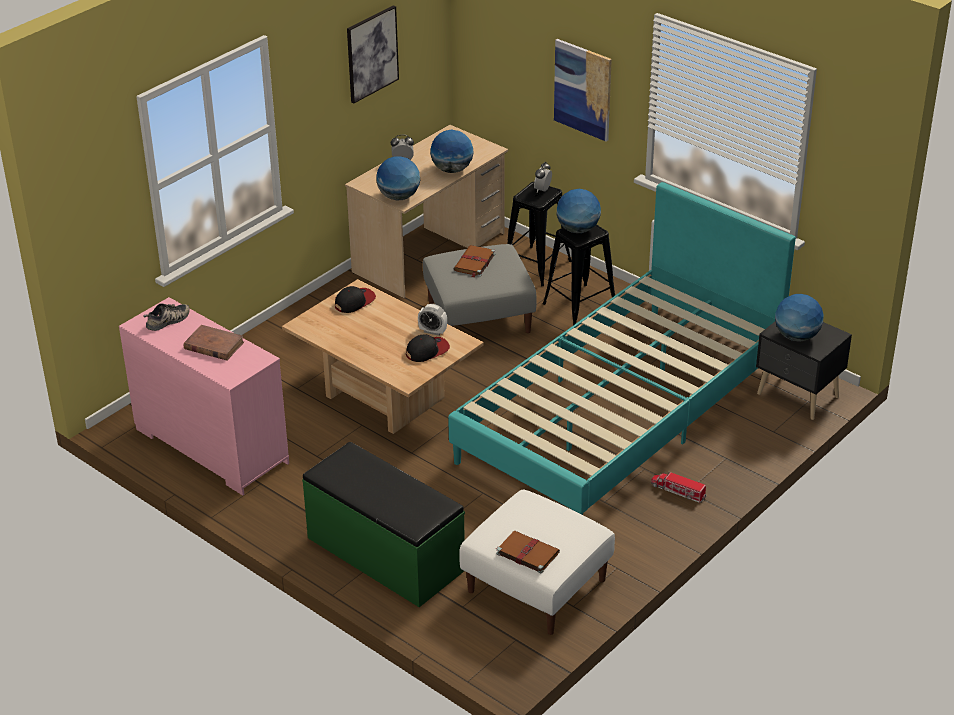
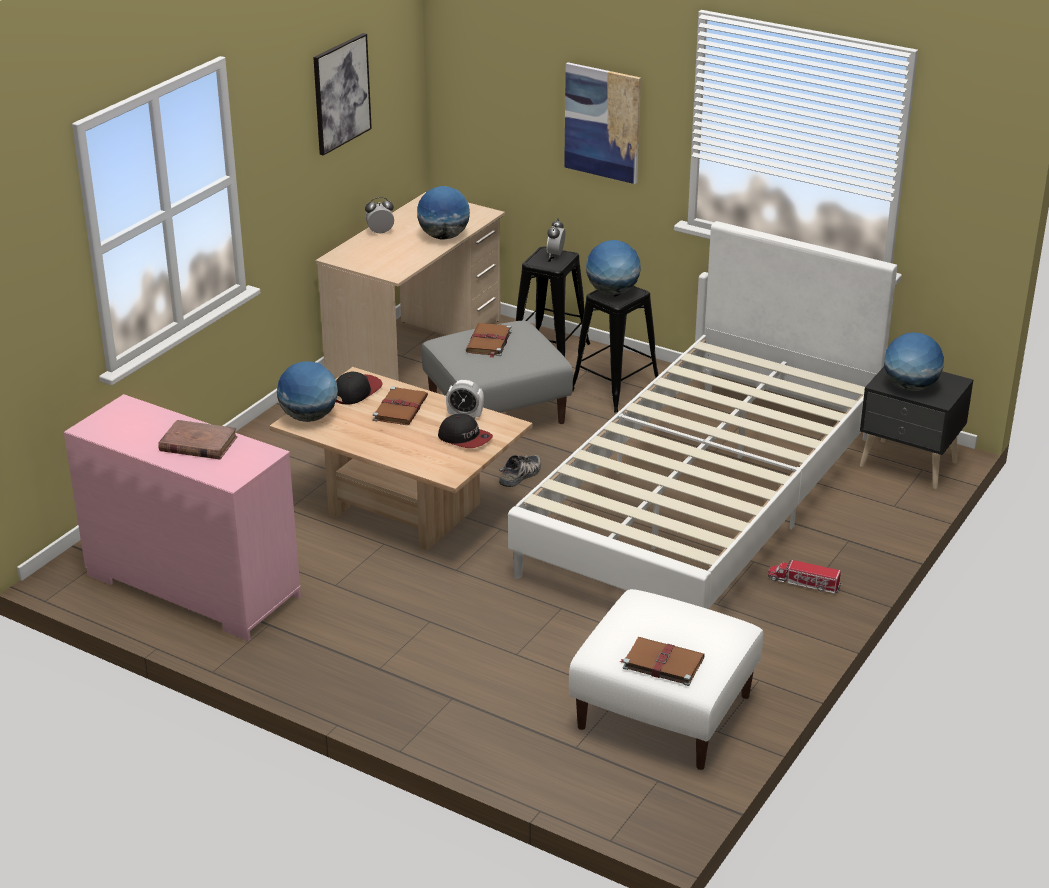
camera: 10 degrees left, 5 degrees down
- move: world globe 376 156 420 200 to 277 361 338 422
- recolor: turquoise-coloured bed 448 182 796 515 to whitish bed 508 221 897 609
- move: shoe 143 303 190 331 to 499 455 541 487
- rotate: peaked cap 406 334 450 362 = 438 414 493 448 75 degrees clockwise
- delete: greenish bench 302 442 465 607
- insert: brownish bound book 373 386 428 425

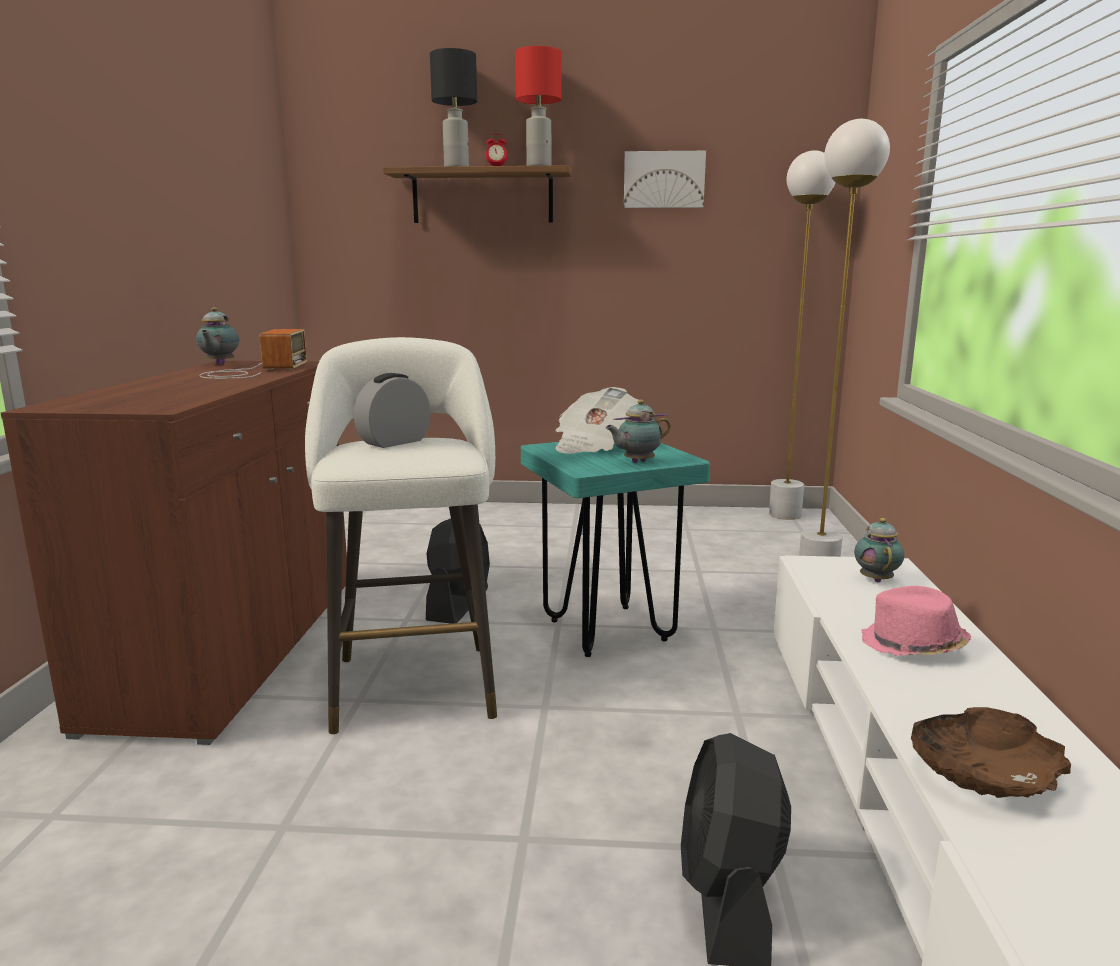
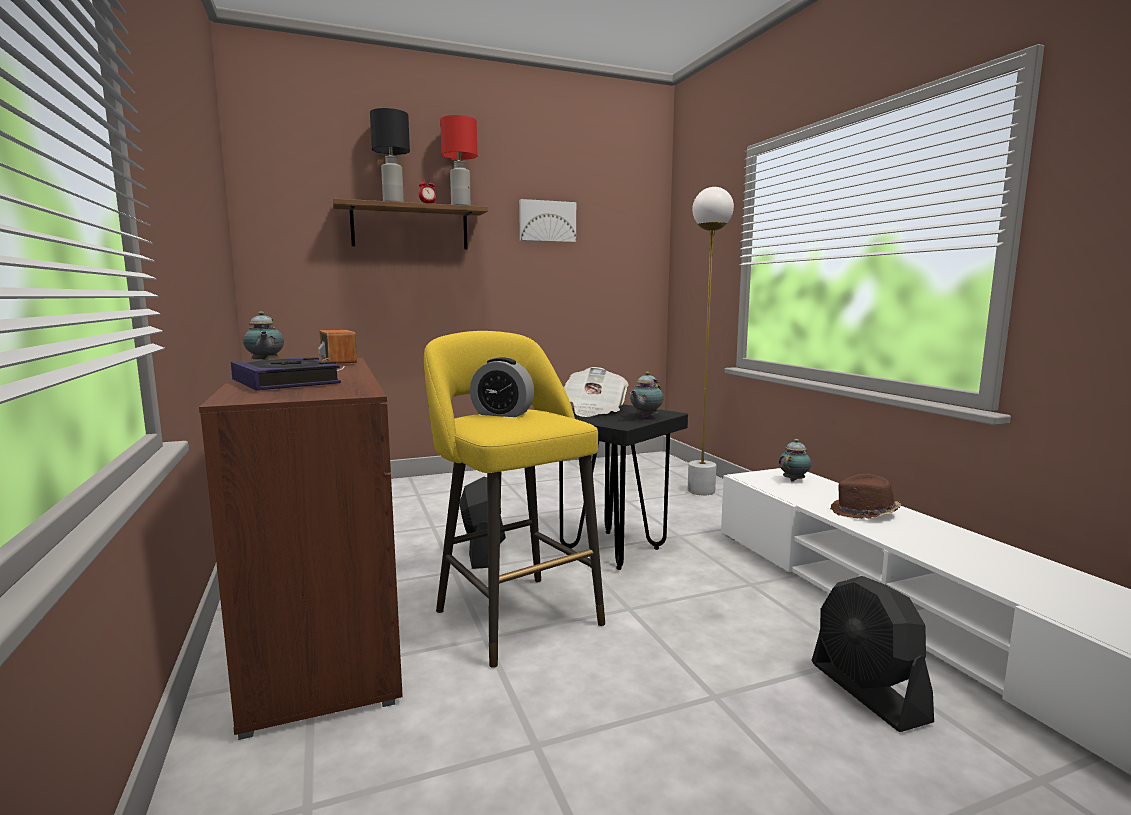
camera: 25 degrees left, 5 degrees down
- delete: whitish floor lamp 769 150 835 520
- recolor: whitish sitting stool 305 337 497 734 to yellow sitting stool 424 331 605 668
- rotate: bedside clock 354 373 431 448 = 470 357 534 417 90 degrees counterclockwise
- recolor: turquoise-coloured sitting stool 521 442 710 657 to blackish sitting stool 559 404 688 570
- rotate: teapot 854 518 904 582 = 779 439 811 482 60 degrees clockwise
- recolor: pinkish clothing hat 862 586 972 656 to brownish clothing hat 830 474 901 519
- delete: brownish bowl 911 707 1071 798
- insert: bound book 231 357 341 390

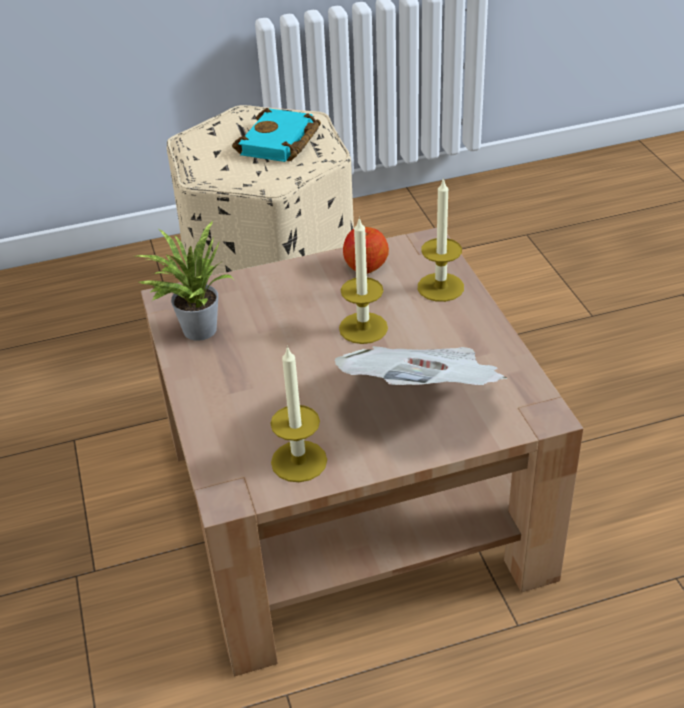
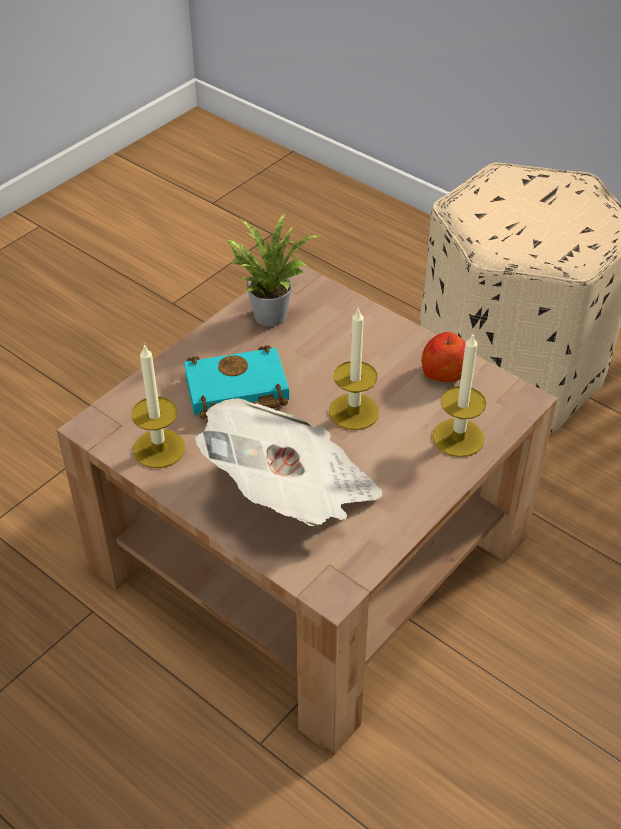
camera: 55 degrees right, 5 degrees up
- move: turquoise-coloured bound book 232 108 321 162 to 184 345 289 419

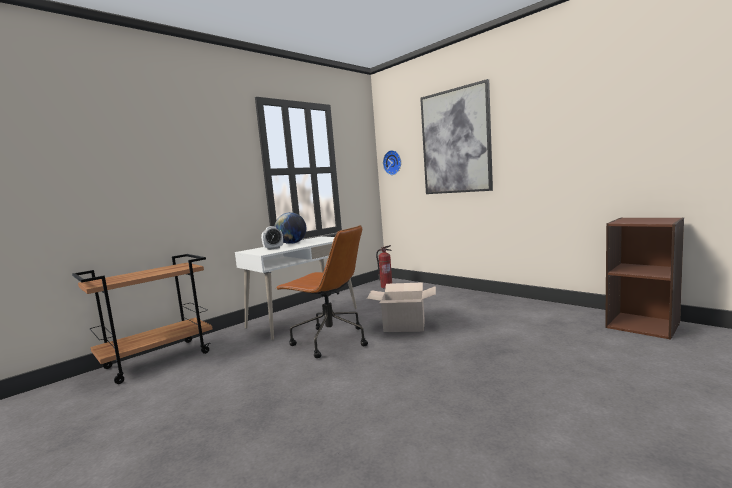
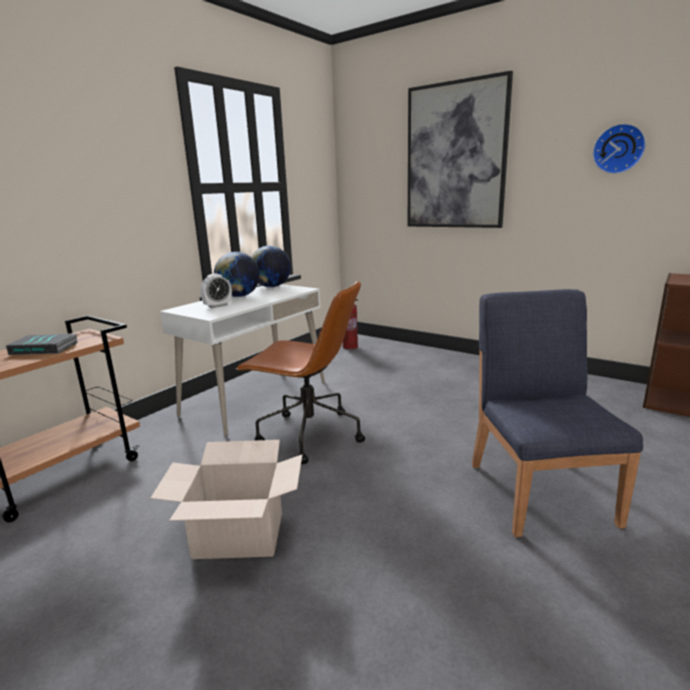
camera: 10 degrees left, 10 degrees up
- move: clock on the wall 383 150 401 175 to 593 123 646 174
- move: carton 367 282 436 332 to 150 440 302 559
- insert: world globe 251 246 291 287
- insert: blue upright chair 472 289 643 537
- insert: bound book 6 334 78 355

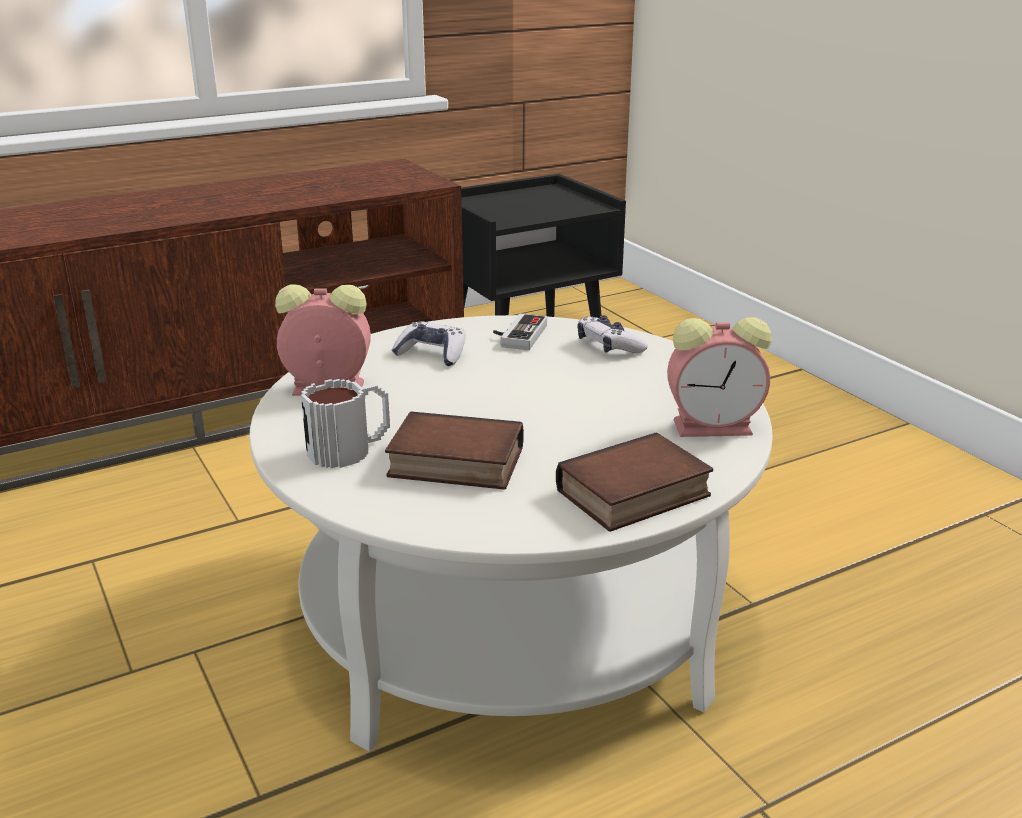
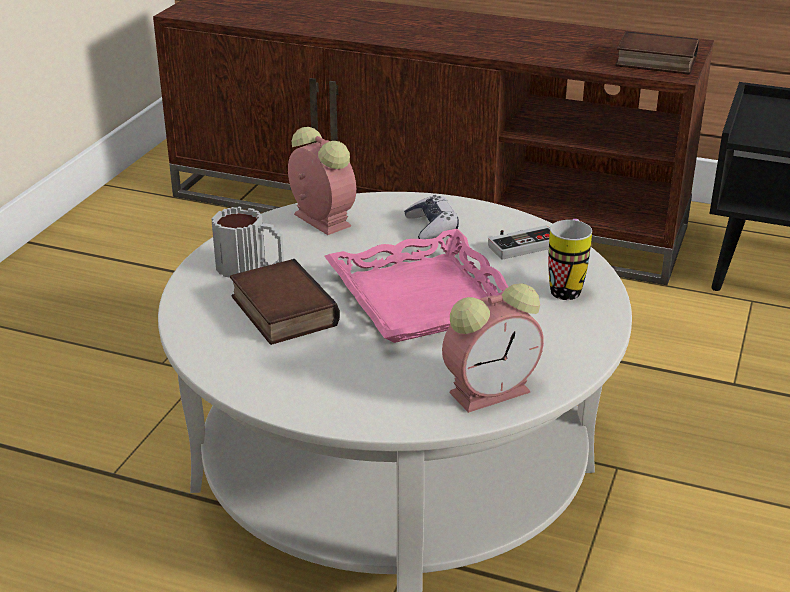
camera: 50 degrees right, 5 degrees up
- replace: gamepad 577 315 648 353 to tea mug 548 219 592 300
- rotate: bedside clock 667 317 772 437 = 442 283 544 413 75 degrees counterclockwise
- move: bound book 556 432 713 532 to 615 31 699 75
- insert: pinkish carrying tray 324 229 508 343

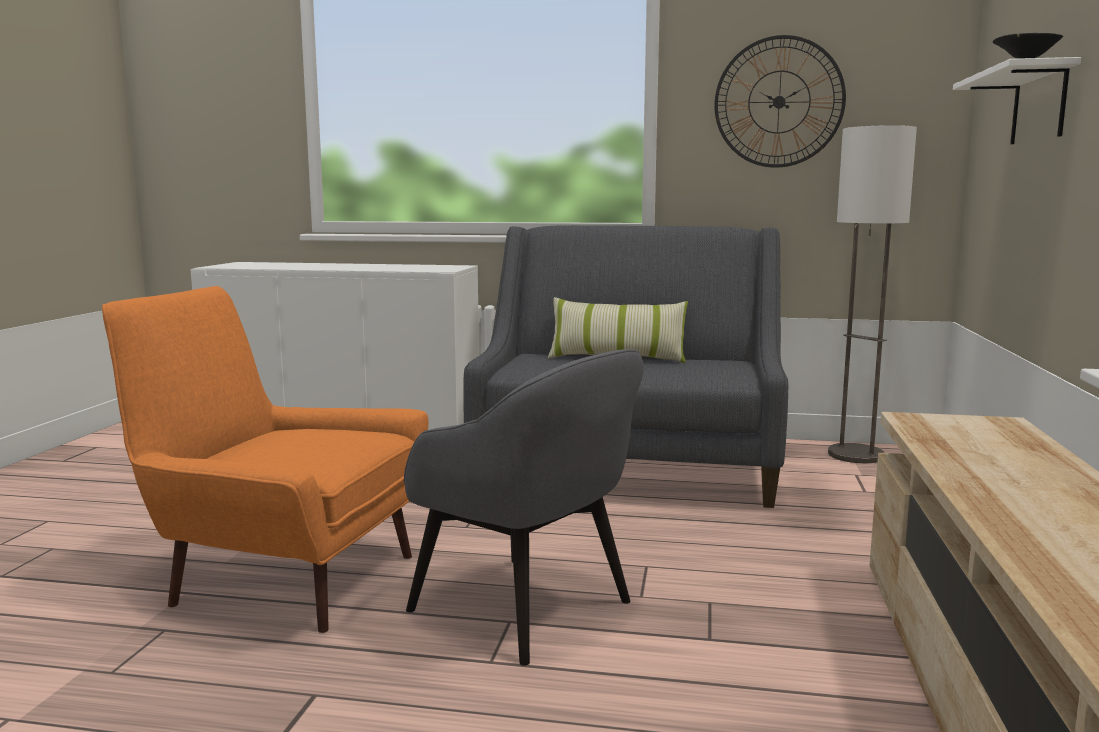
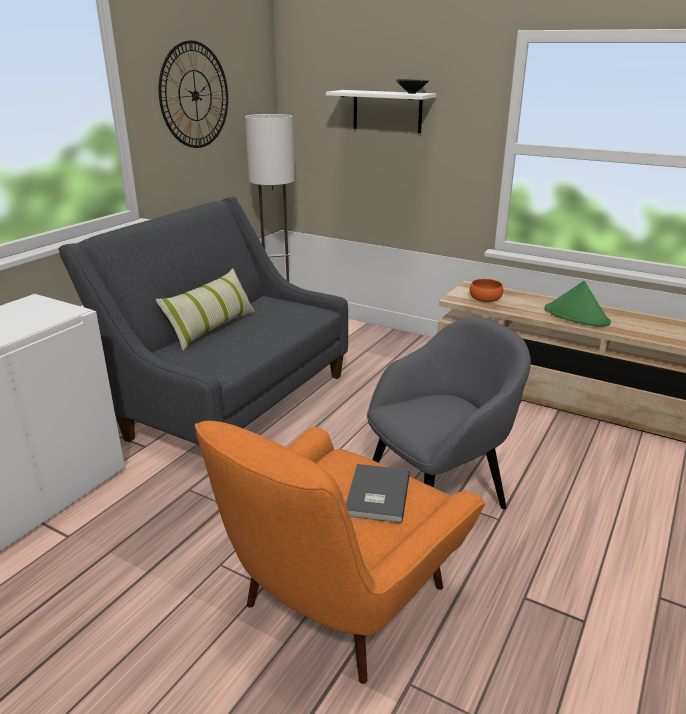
camera: 70 degrees left, 15 degrees up
- insert: orange-coloured bowl 469 279 503 302
- insert: greenish clothing hat 544 281 611 327
- insert: grey bound book 346 464 410 523

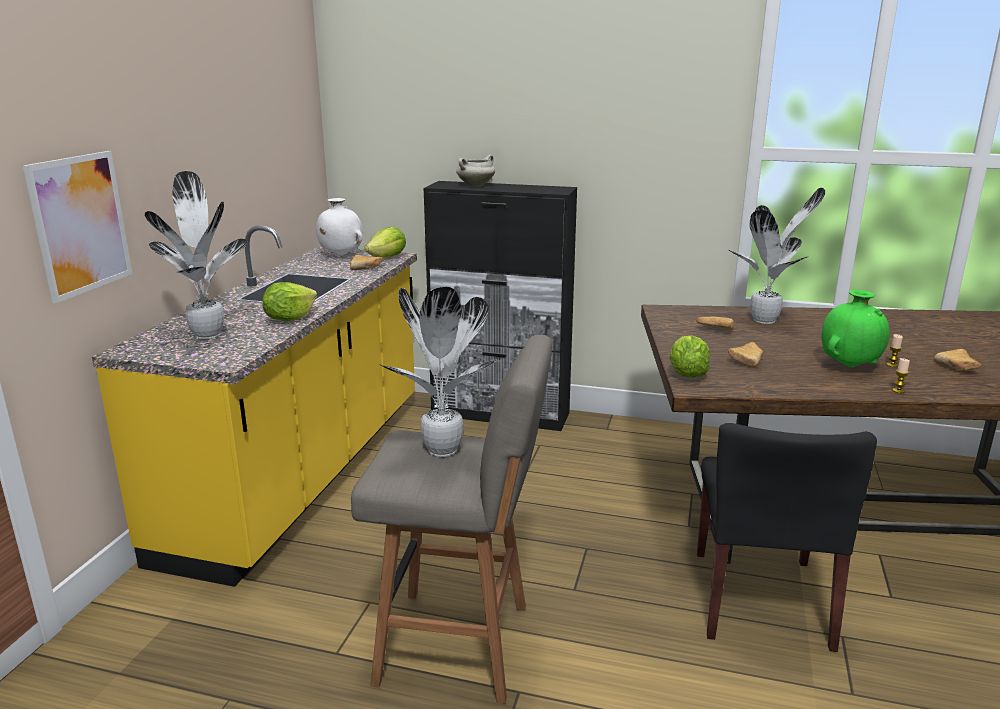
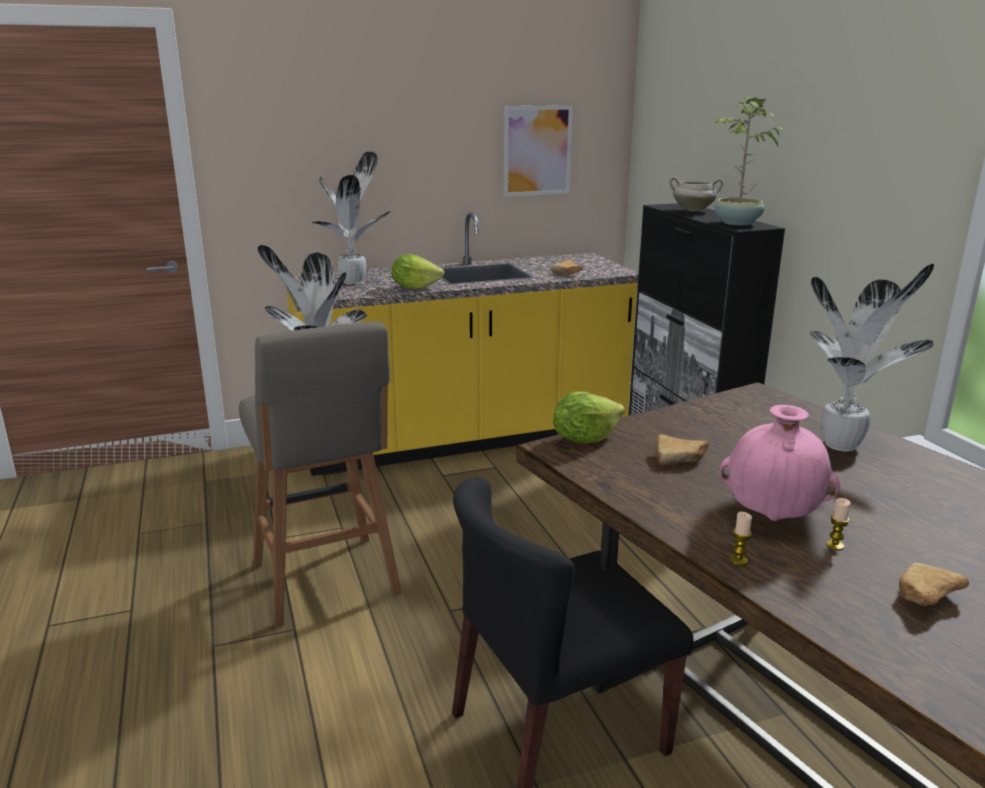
camera: 55 degrees right, 0 degrees up
- move: picture 23 151 133 303 to 504 105 573 197
- delete: whitish decorative vase 316 198 362 256
- delete: lettuce head 365 227 406 258
- recolor: greenish decorative vase 821 290 890 367 to pinkish decorative vase 719 405 840 521
- delete: baked bread 696 316 734 329
- insert: houseplant 714 97 783 225

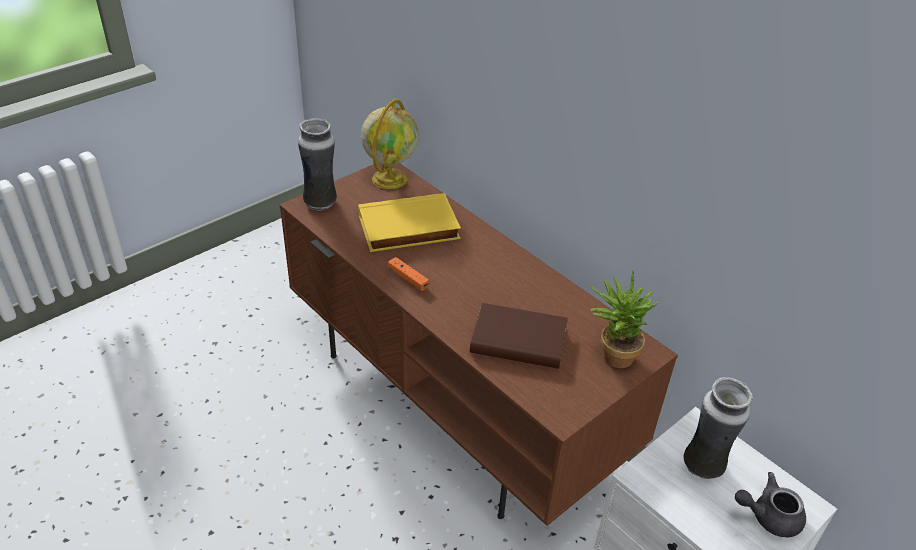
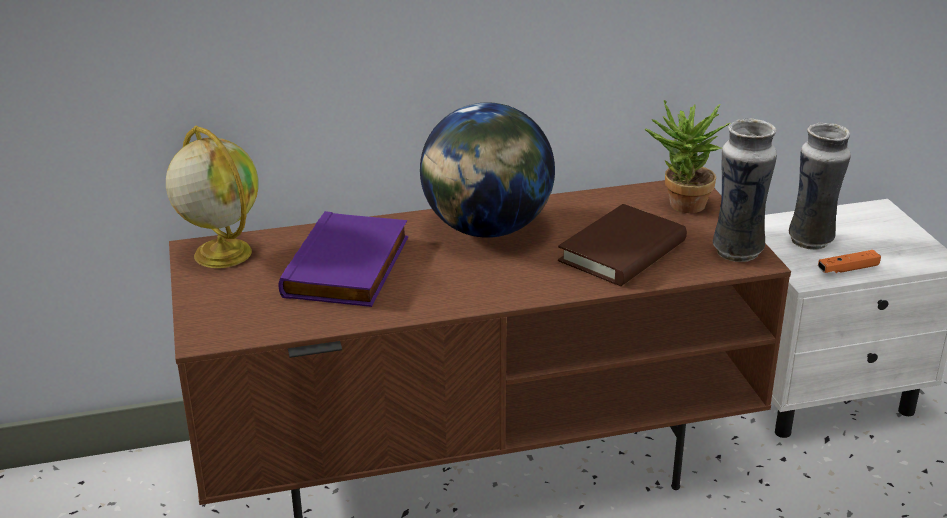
camera: 60 degrees left, 10 degrees down
- move: decorative vase 298 118 337 211 to 713 118 777 262
- recolor: yellow bound book 358 193 461 252 to purple bound book 278 211 408 307
- move: orange-coloured gamepad 388 257 429 291 to 818 250 881 273
- delete: grey teapot 735 472 806 537
- insert: world globe 420 102 555 238

